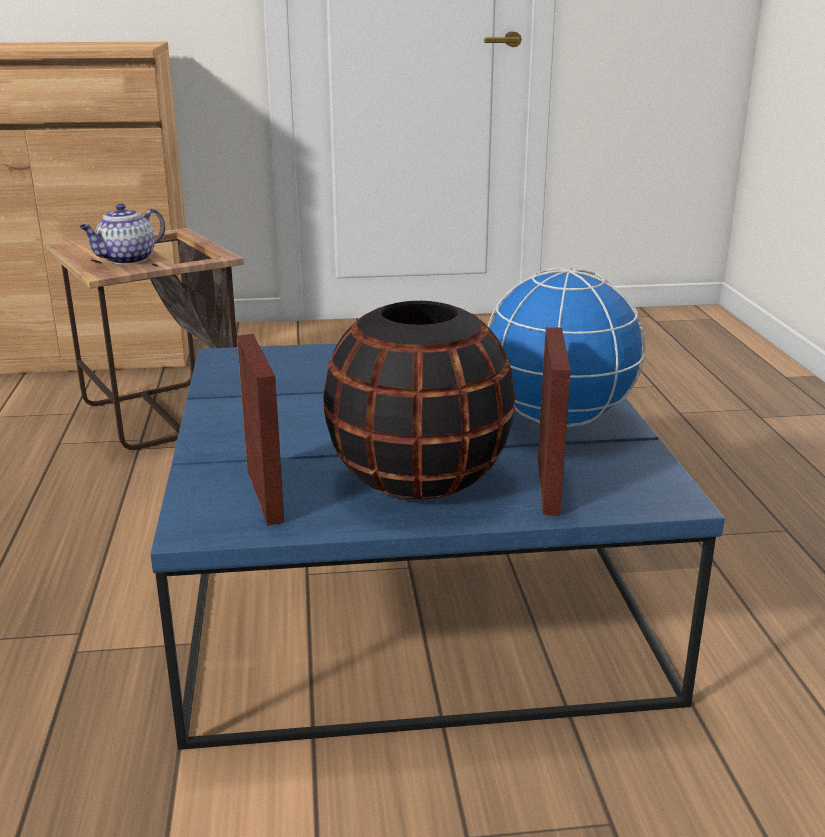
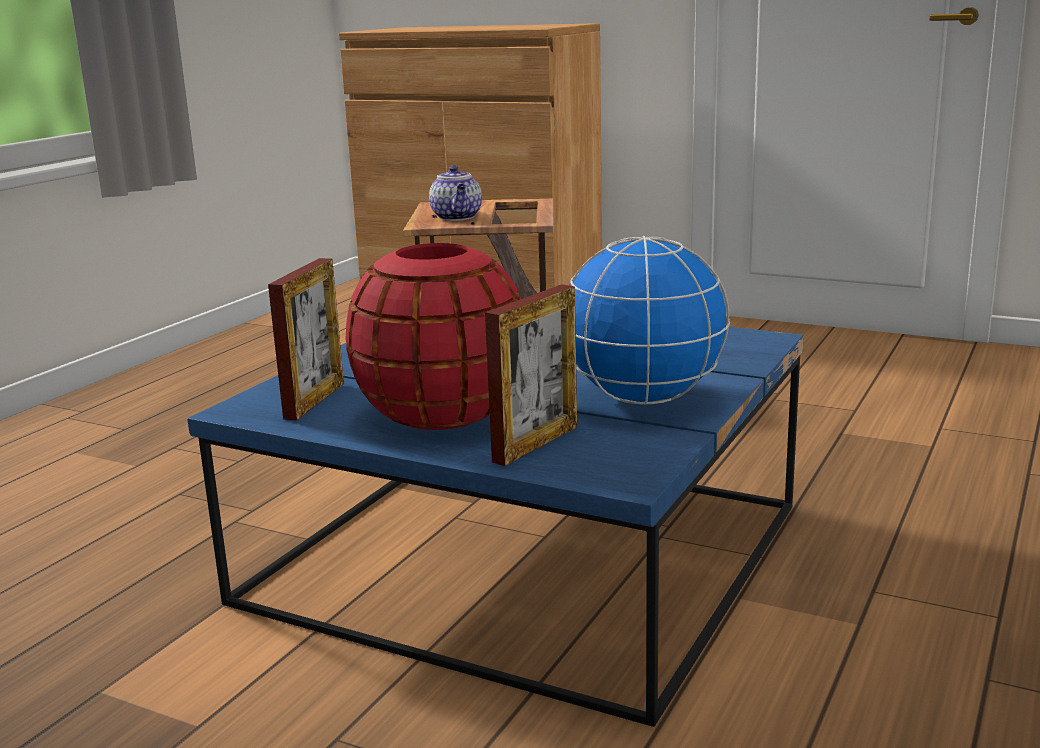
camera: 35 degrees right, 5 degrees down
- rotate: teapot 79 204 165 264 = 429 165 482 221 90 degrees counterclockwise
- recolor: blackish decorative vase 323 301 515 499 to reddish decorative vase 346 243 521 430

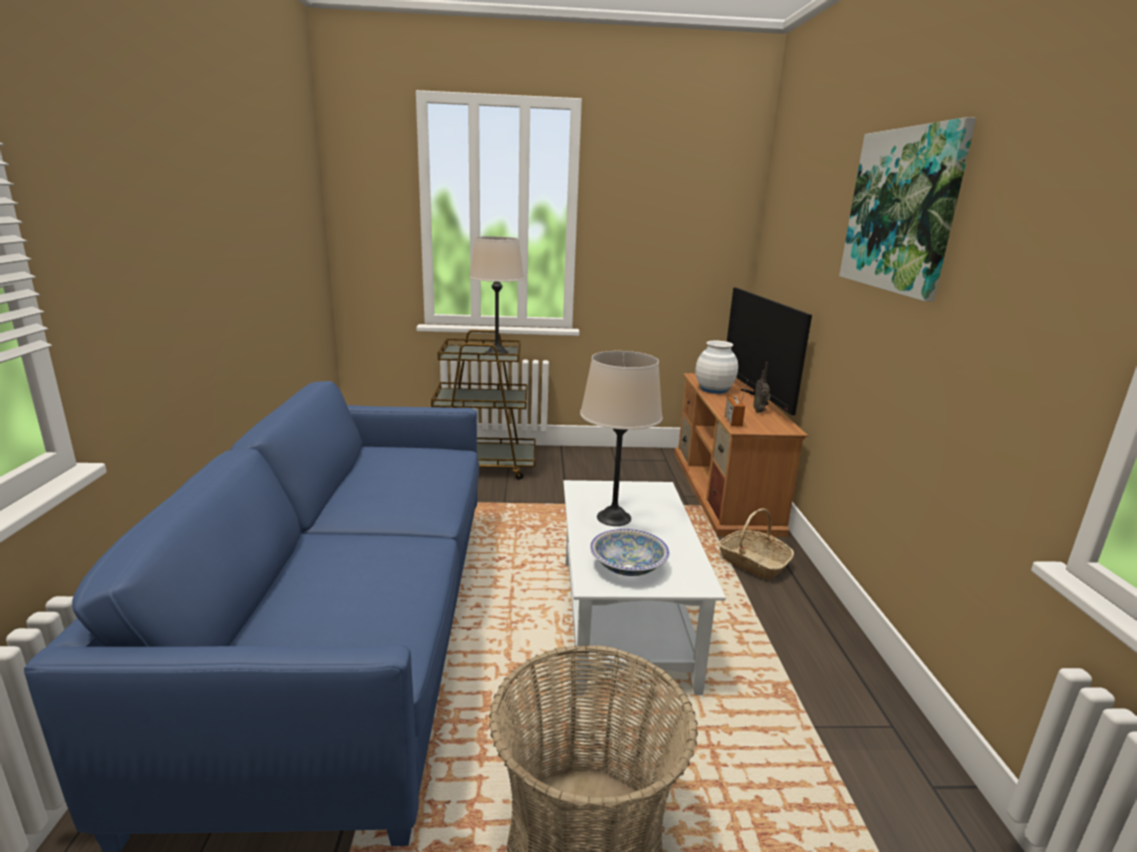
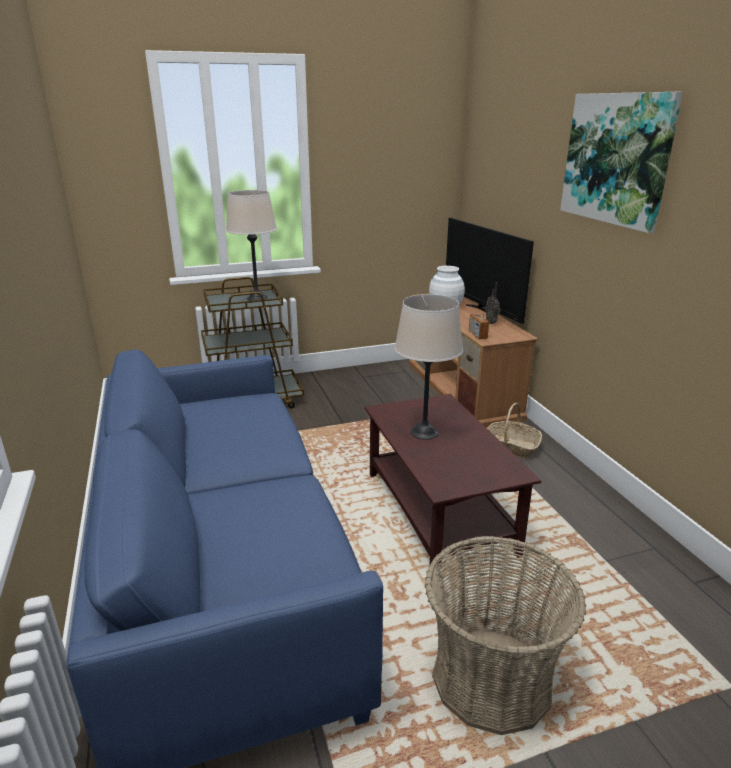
camera: 15 degrees left, 5 degrees up
- recolor: whitish lounge table 563 480 726 695 to brownish lounge table 365 394 541 577
- delete: bowl 590 529 669 576

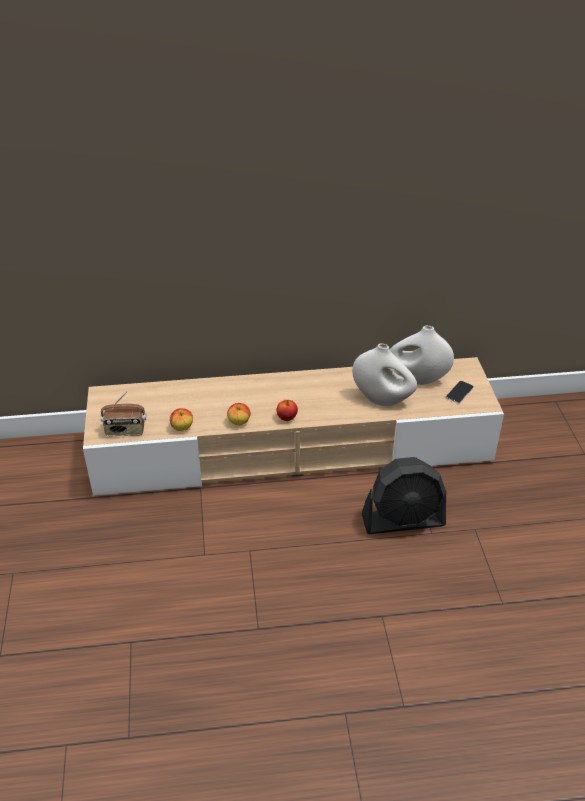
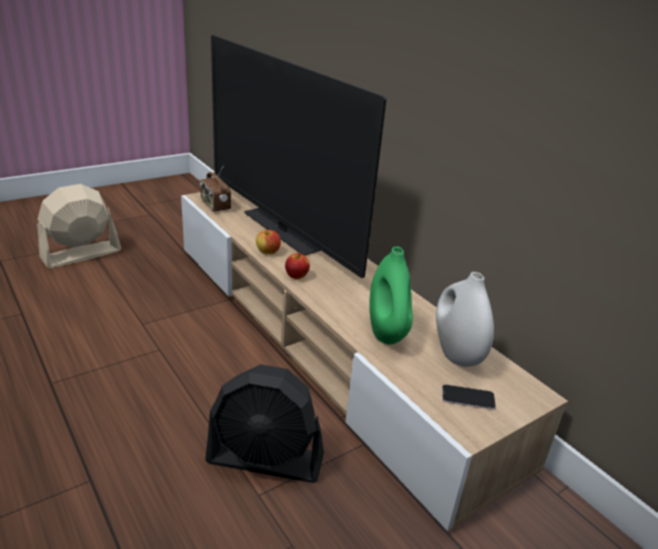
camera: 60 degrees right, 10 degrees down
- recolor: whitish decorative vase 352 343 417 406 to greenish decorative vase 369 247 413 345
- delete: whole apple 170 408 193 431
- rotate: blackish fan 362 457 446 534 = 205 364 324 483 45 degrees counterclockwise
- insert: television 211 35 386 278
- insert: beige fan 37 184 122 268

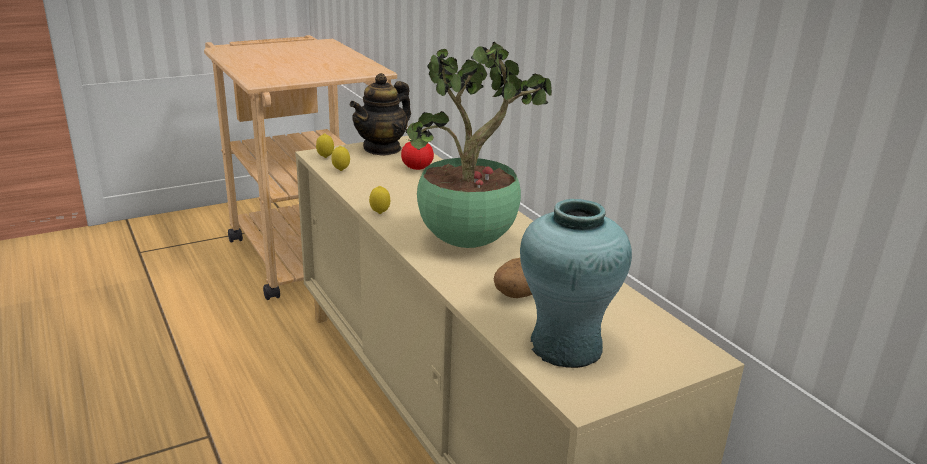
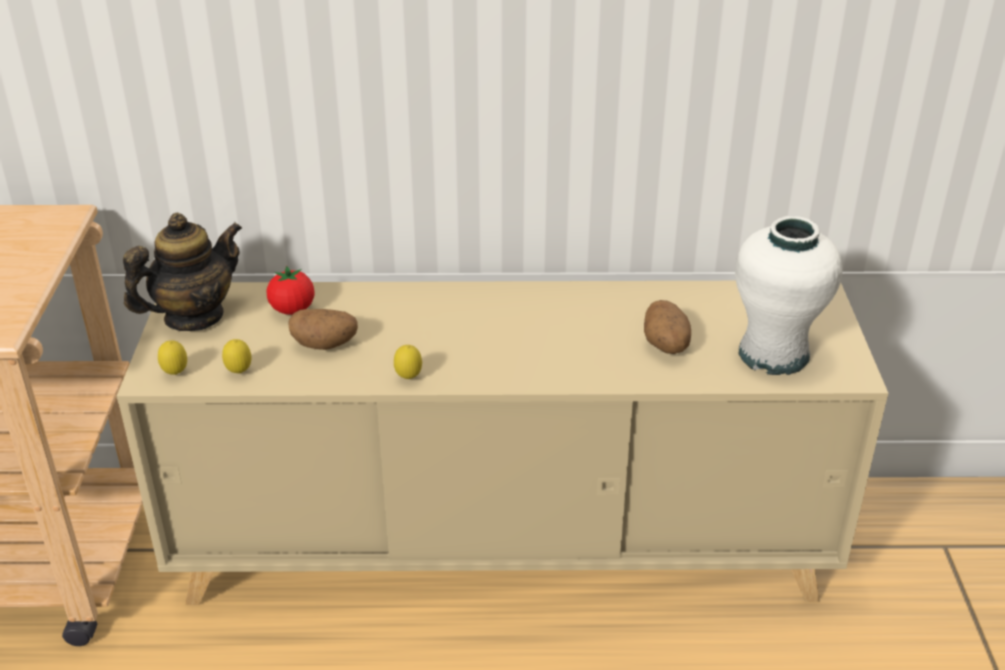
camera: 60 degrees left, 10 degrees up
- delete: houseplant 406 42 552 248
- rotate: teapot 349 73 411 156 = 123 213 242 331 105 degrees counterclockwise
- recolor: turquoise-coloured decorative vase 520 199 632 368 to whitish decorative vase 735 216 843 375
- insert: whole potato 288 309 358 350

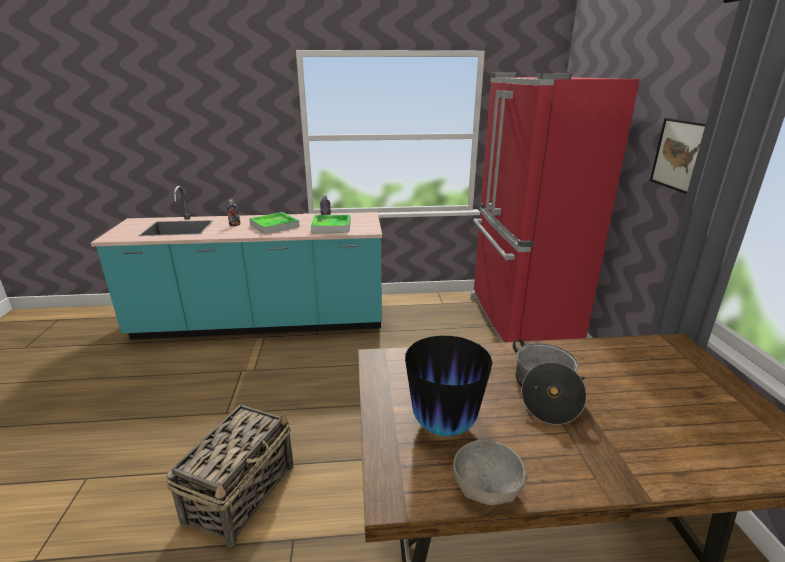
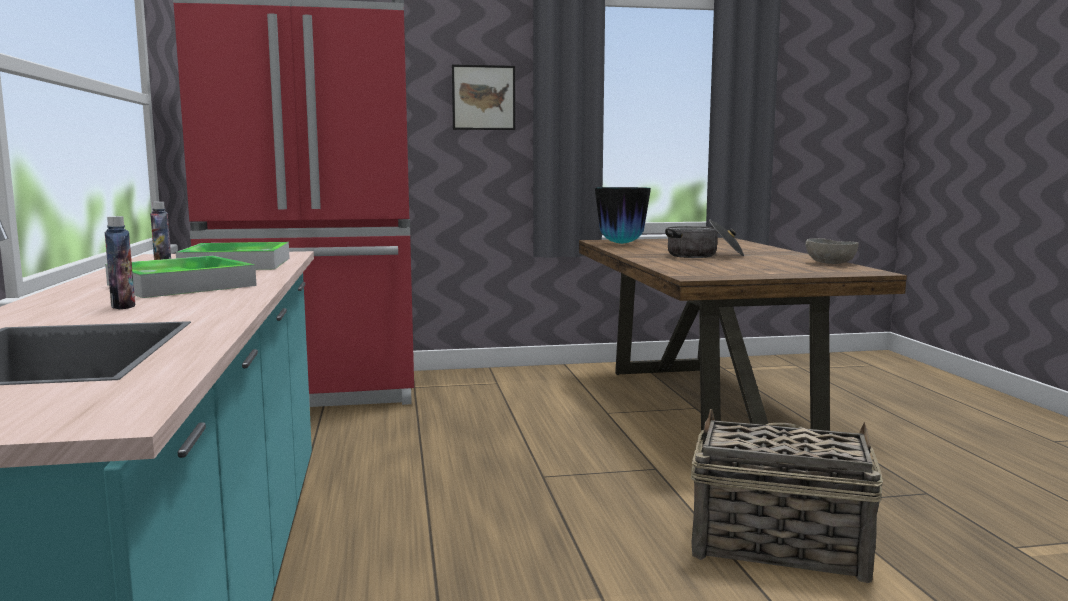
camera: 95 degrees left, 15 degrees down
- move: decorative vase 405 336 493 436 to 595 187 651 244

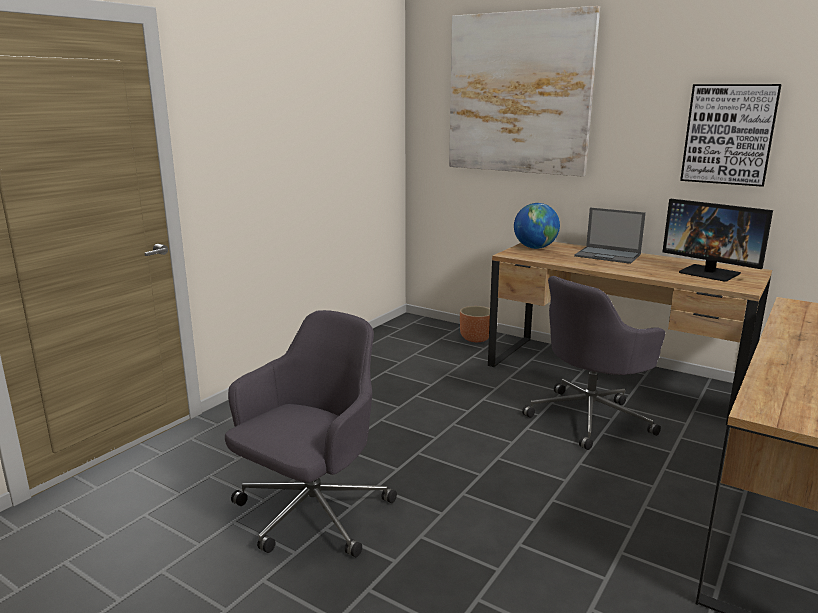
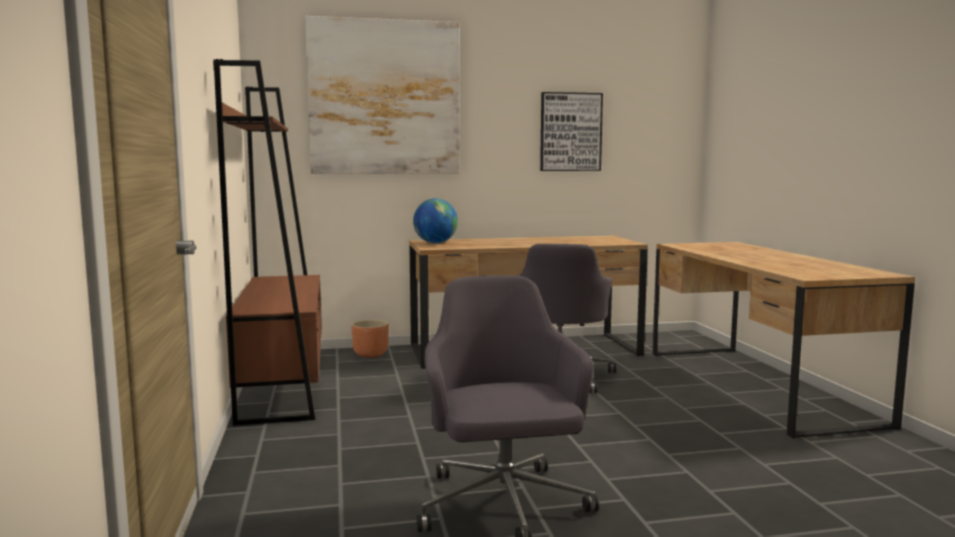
camera: 45 degrees left, 10 degrees down
- delete: computer display 662 199 773 282
- delete: laptop 574 207 646 264
- insert: brownish bookcase 213 59 322 426

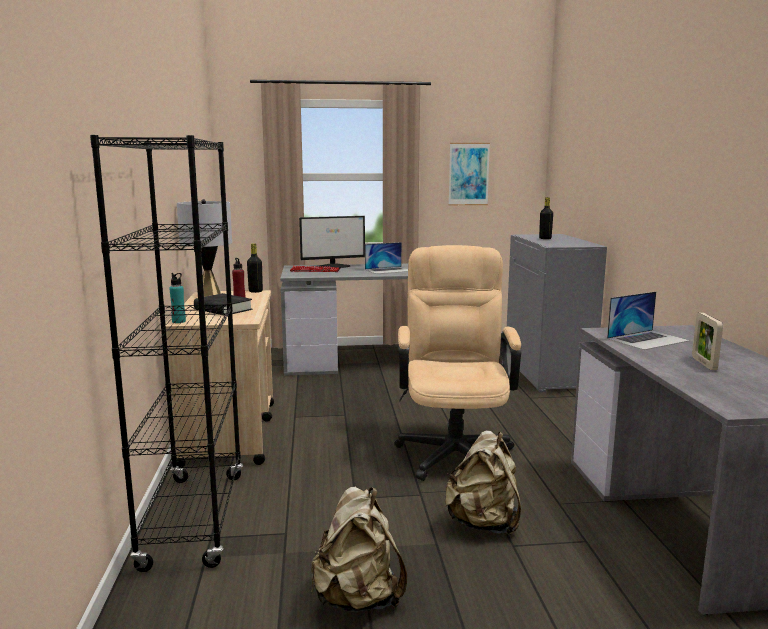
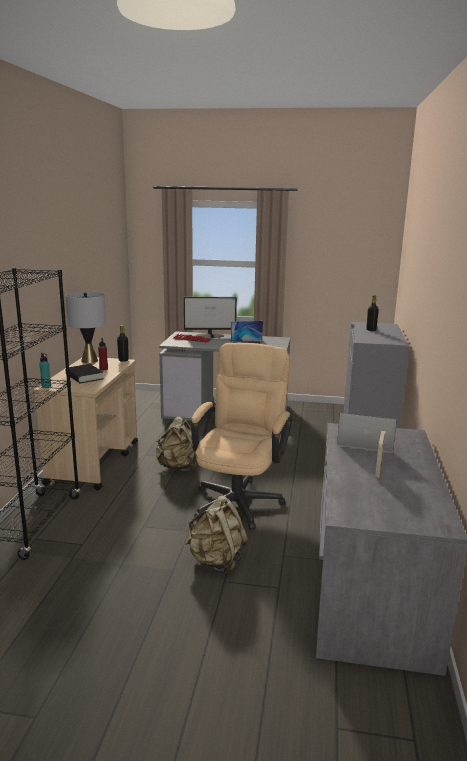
camera: 15 degrees right, 5 degrees up
- delete: picture 449 143 490 205
- rotate: laptop 607 292 690 350 = 337 413 397 453 150 degrees counterclockwise
- move: beige knapsack 311 487 407 612 to 156 417 196 471

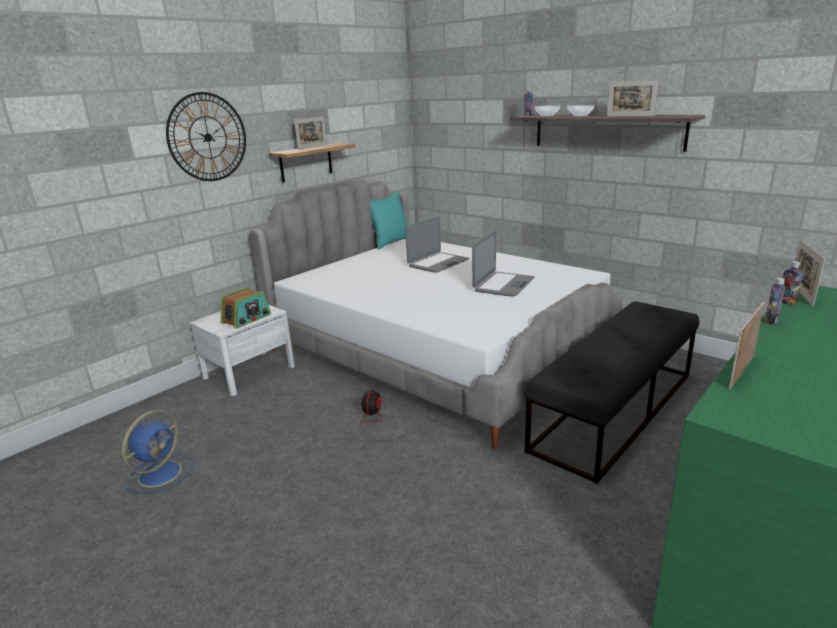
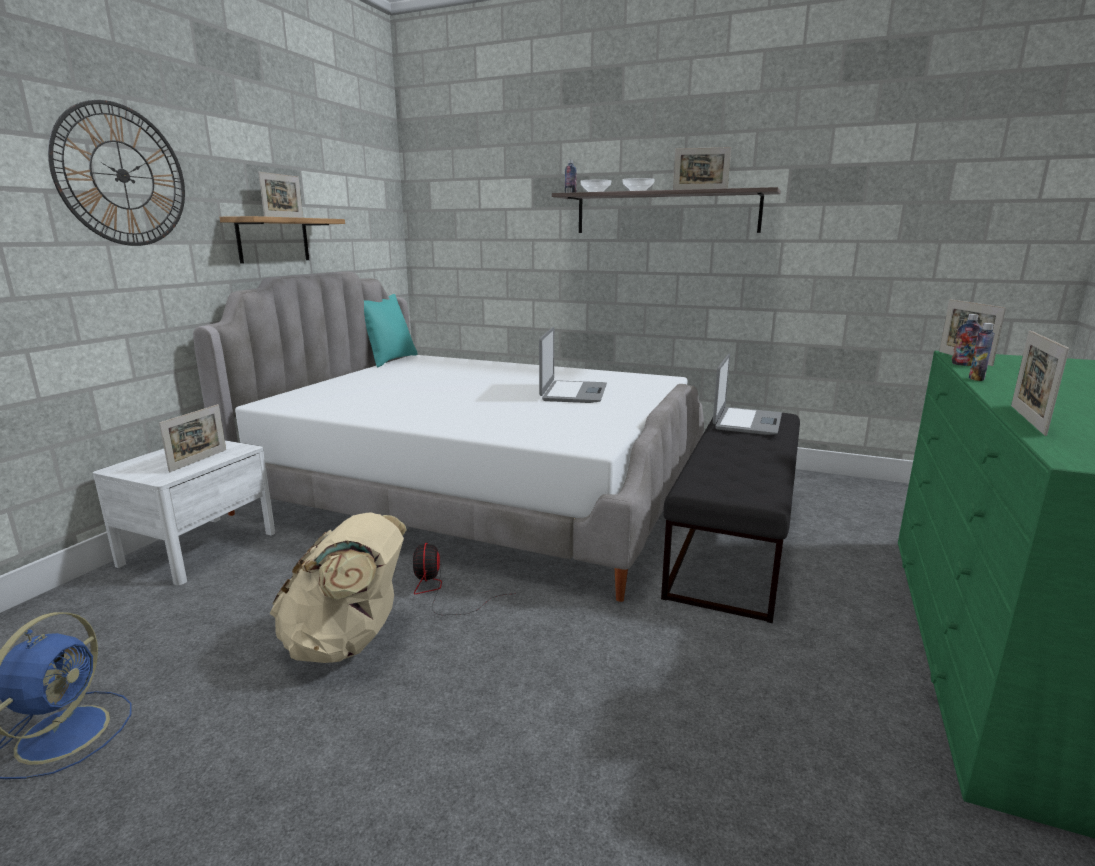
camera: 20 degrees left, 5 degrees down
- move: laptop 405 216 469 272 to 713 354 782 435
- replace: radio receiver 221 287 271 329 to picture frame 159 404 226 473
- insert: beige knapsack 270 513 407 663

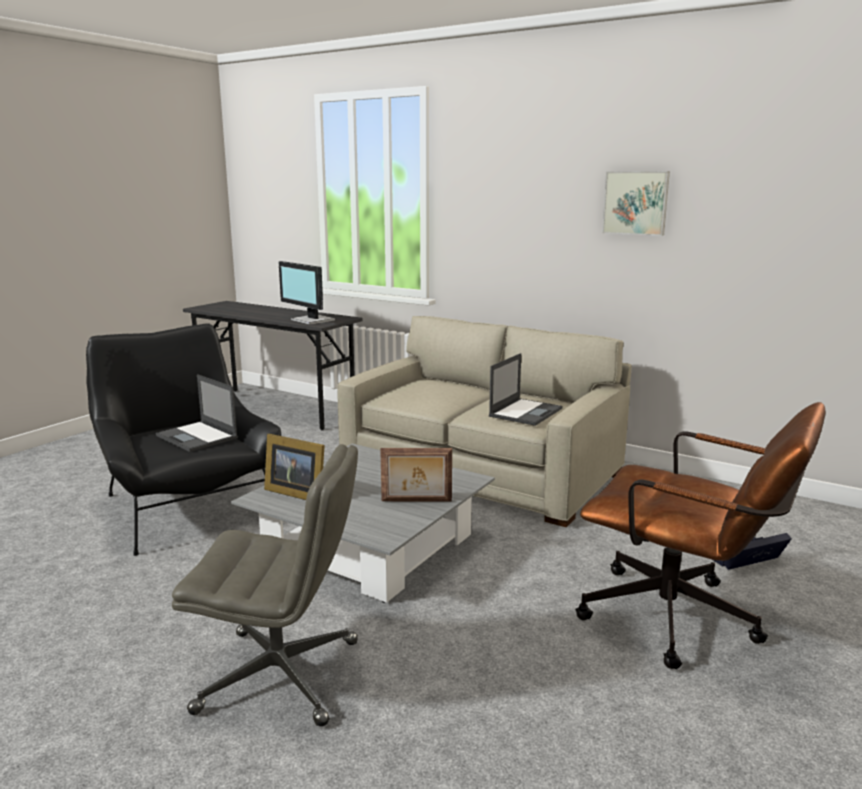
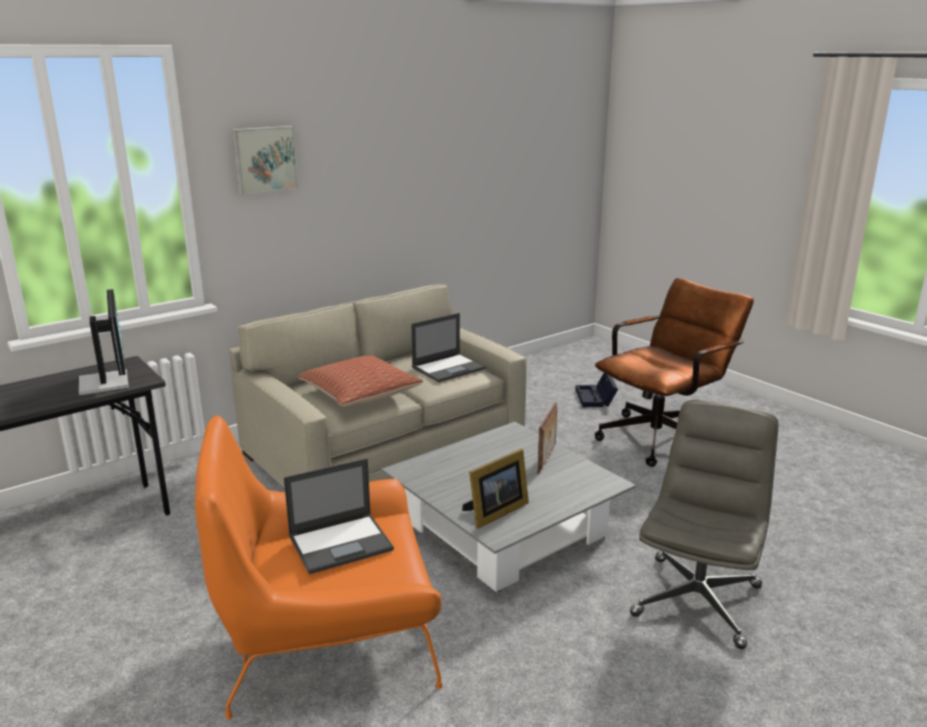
camera: 70 degrees left, 5 degrees up
- move: picture 602 171 670 236 to 232 126 298 195
- rotate: computer display 278 261 335 325 = 79 289 129 395 90 degrees counterclockwise
- recolor: blackish easy chair 86 323 281 556 to orange-coloured easy chair 195 416 442 719
- rotate: laptop 489 353 562 426 = 411 313 486 382 90 degrees clockwise
- insert: throw pillow 297 355 423 407

